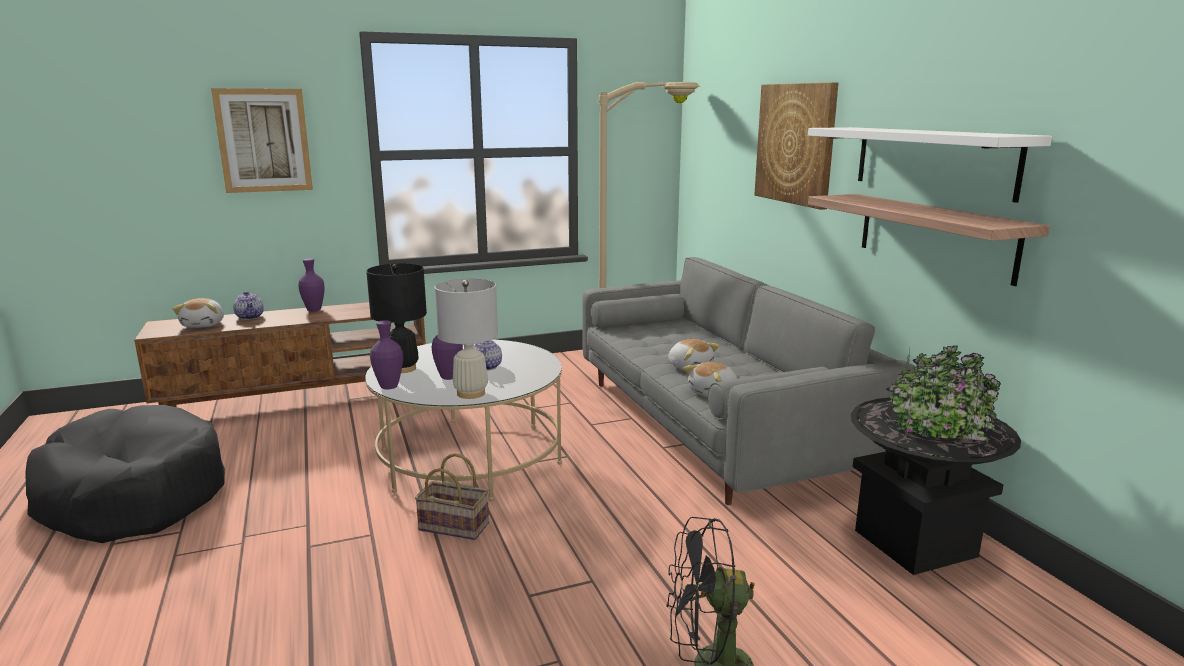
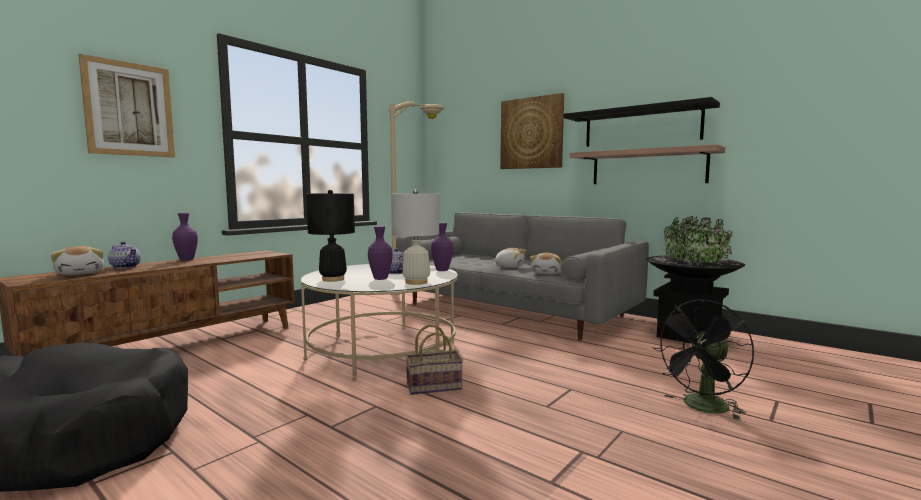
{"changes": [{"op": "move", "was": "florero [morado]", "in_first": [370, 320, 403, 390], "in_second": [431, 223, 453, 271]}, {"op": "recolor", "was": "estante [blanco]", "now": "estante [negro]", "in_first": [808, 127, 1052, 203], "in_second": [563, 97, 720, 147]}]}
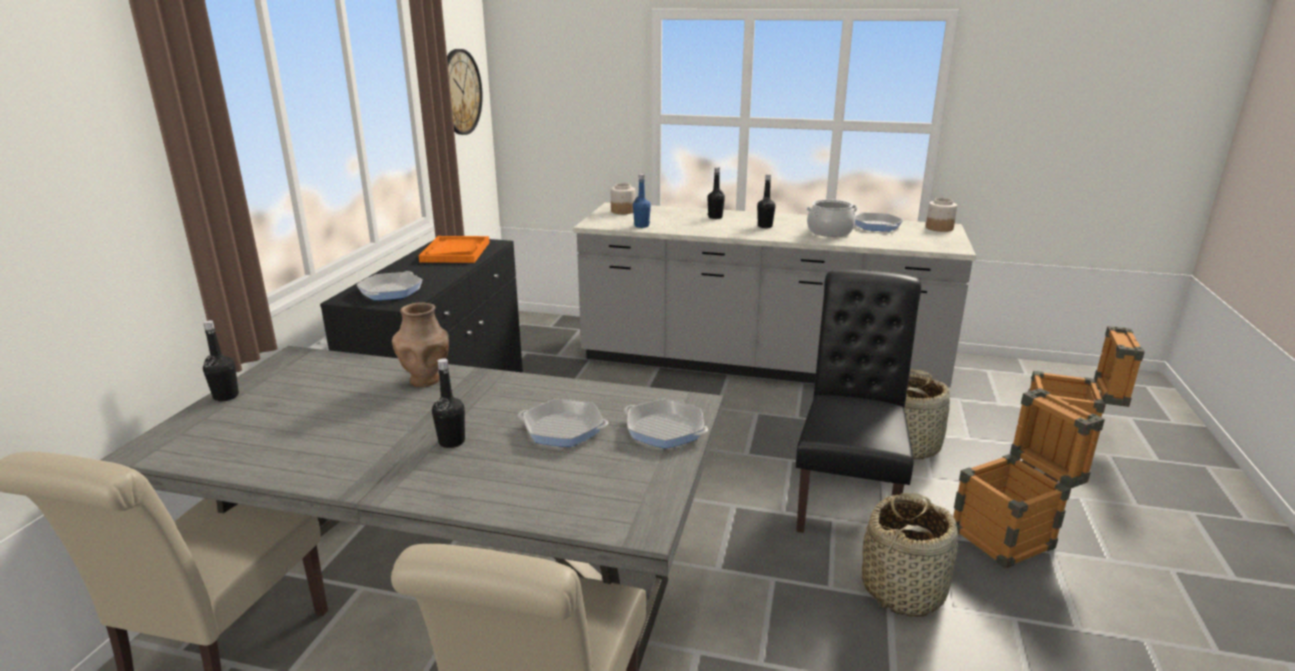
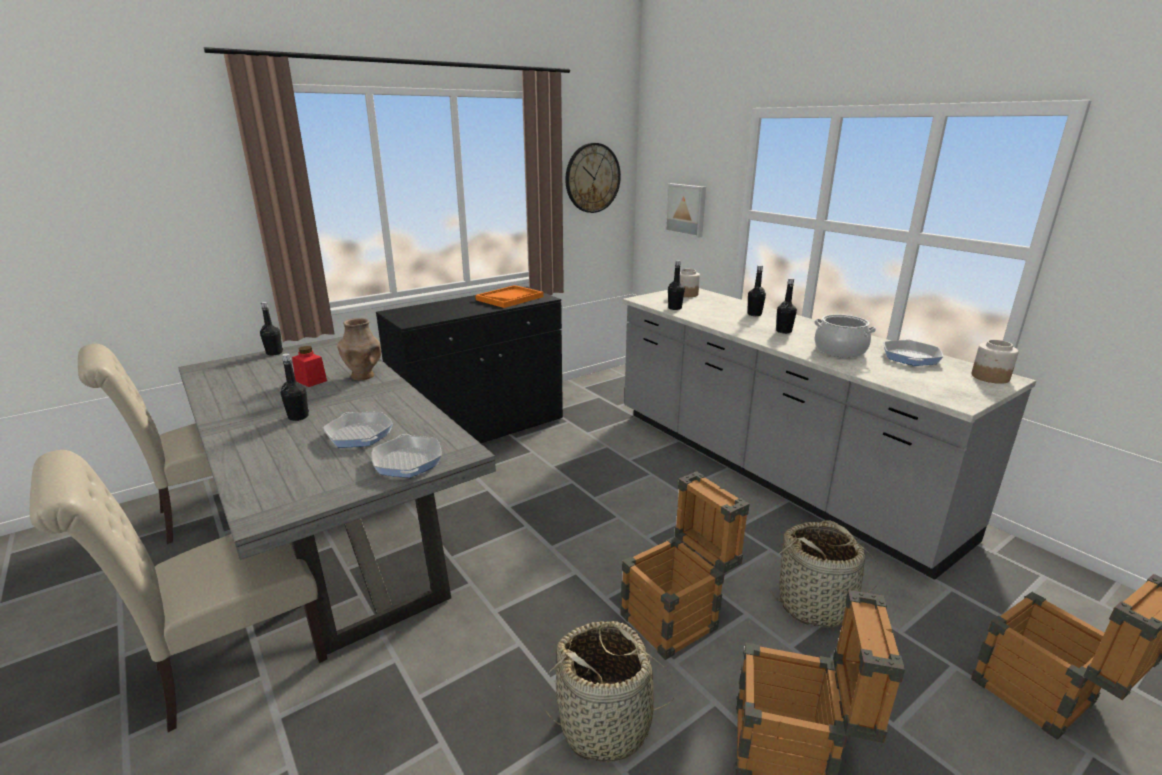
{"changes": [{"op": "insert", "now": "tarro [rojo]", "in_second": [292, 346, 327, 387]}, {"op": "replace", "was": "silla [negro]", "now": "caja de embalaje", "in_first": [796, 270, 921, 533], "in_second": [621, 471, 749, 660]}, {"op": "insert", "now": "cuadro", "in_second": [665, 183, 706, 238]}, {"op": "recolor", "was": "botella [azul]", "now": "botella [negro]", "in_first": [633, 174, 651, 228], "in_second": [668, 260, 685, 310]}, {"op": "delete", "was": "sartén", "in_first": [356, 271, 423, 300]}]}
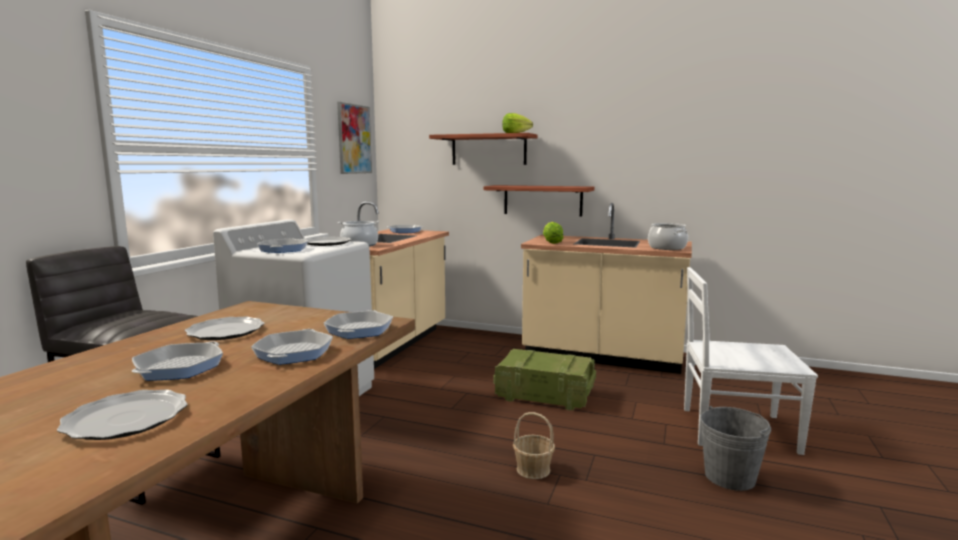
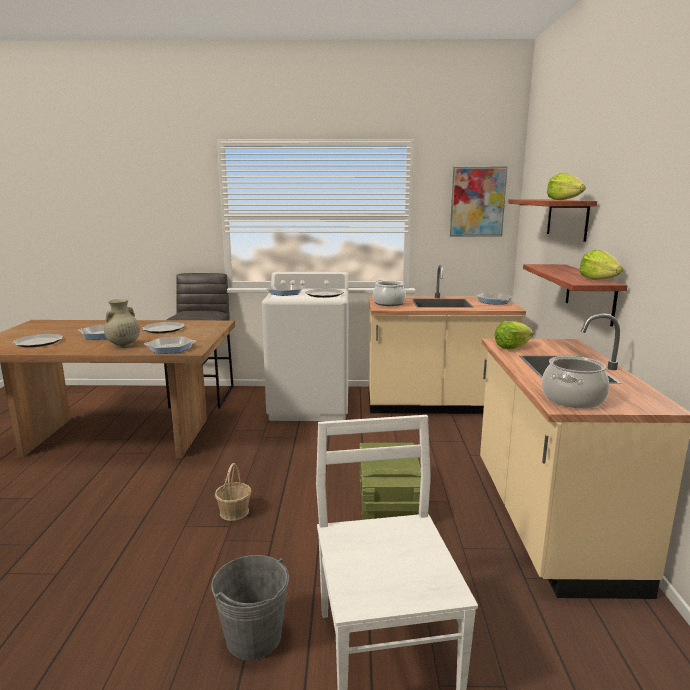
{"changes": [{"op": "replace", "was": "sartén", "now": "florero [beis]", "in_first": [251, 329, 333, 365], "in_second": [104, 299, 140, 348]}, {"op": "insert", "now": "lechuga", "in_second": [579, 250, 623, 280]}]}
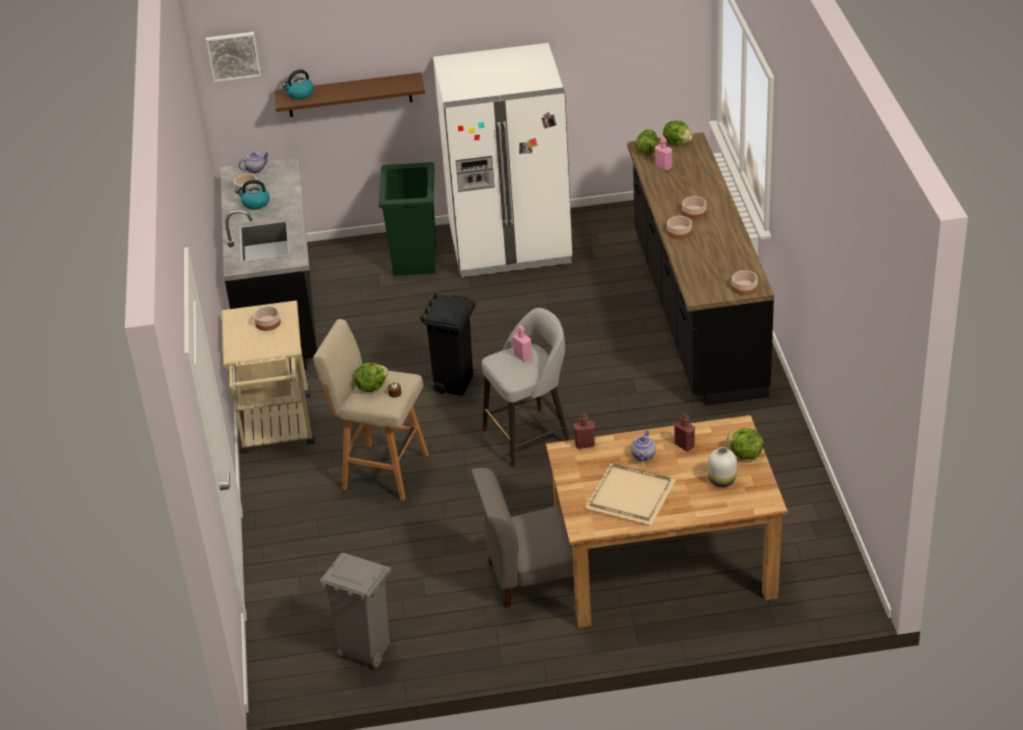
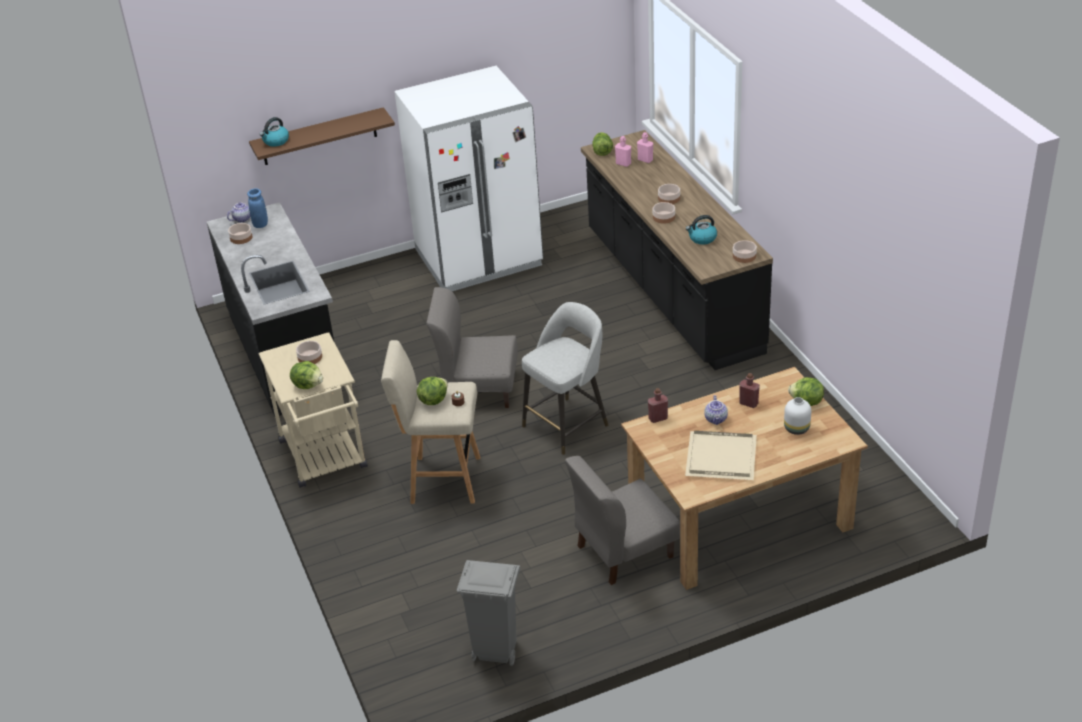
{"changes": [{"op": "insert", "now": "florero [azul]", "in_second": [247, 188, 268, 228]}, {"op": "move", "was": "lechuga", "in_first": [663, 121, 693, 146], "in_second": [290, 361, 323, 389]}, {"op": "replace", "was": "papelera [negro]", "now": "silla [gris]", "in_first": [420, 293, 476, 396], "in_second": [426, 287, 518, 408]}, {"op": "move", "was": "botella [rosa]", "in_first": [512, 325, 532, 361], "in_second": [637, 132, 653, 163]}, {"op": "move", "was": "hervidor", "in_first": [235, 180, 270, 210], "in_second": [686, 215, 717, 245]}, {"op": "delete", "was": "cuadro", "in_first": [206, 32, 261, 82]}, {"op": "delete", "was": "papelera [verde]", "in_first": [379, 162, 436, 276]}]}
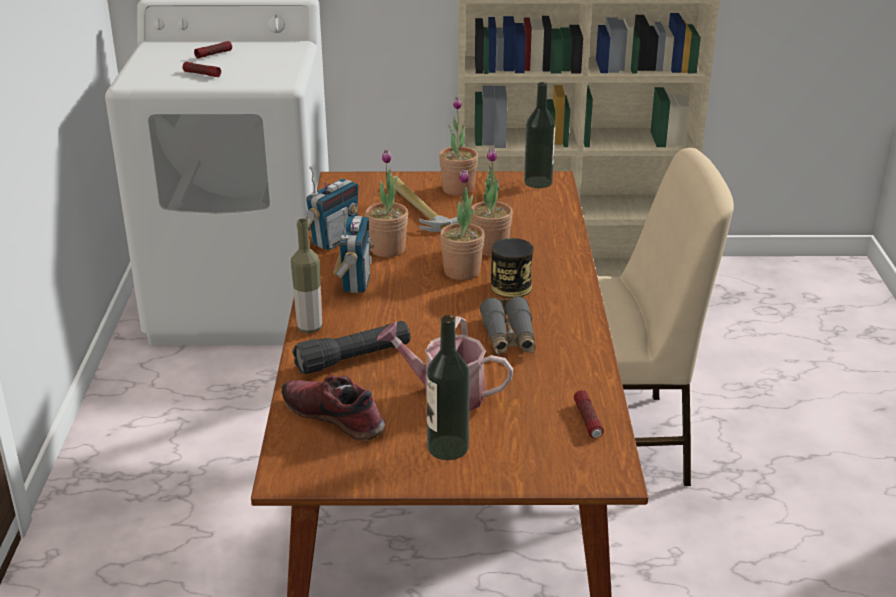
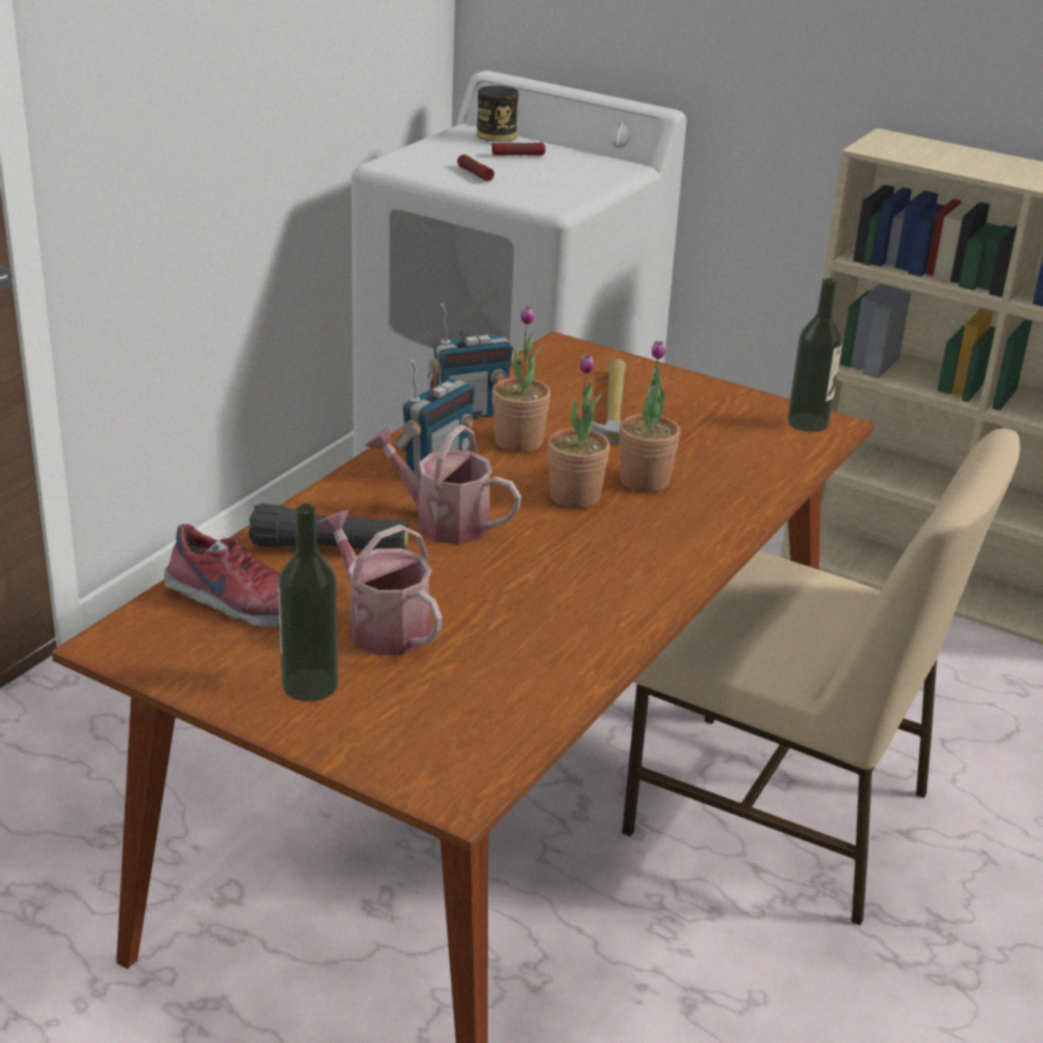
{"changes": [{"op": "rotate", "was": "zapato", "in_first": [282, 375, 385, 441], "in_second": [164, 524, 280, 627], "clockwise": 135}, {"op": "insert", "now": "regadera", "in_second": [365, 424, 521, 544]}, {"op": "move", "was": "lata", "in_first": [491, 238, 534, 298], "in_second": [477, 86, 519, 142]}, {"op": "delete", "was": "botella", "in_first": [291, 219, 322, 333]}, {"op": "delete", "was": "planta en maceta", "in_first": [439, 97, 478, 196]}, {"op": "delete", "was": "prismáticos [gris]", "in_first": [480, 296, 536, 355]}, {"op": "delete", "was": "linterna", "in_first": [574, 390, 604, 438]}]}
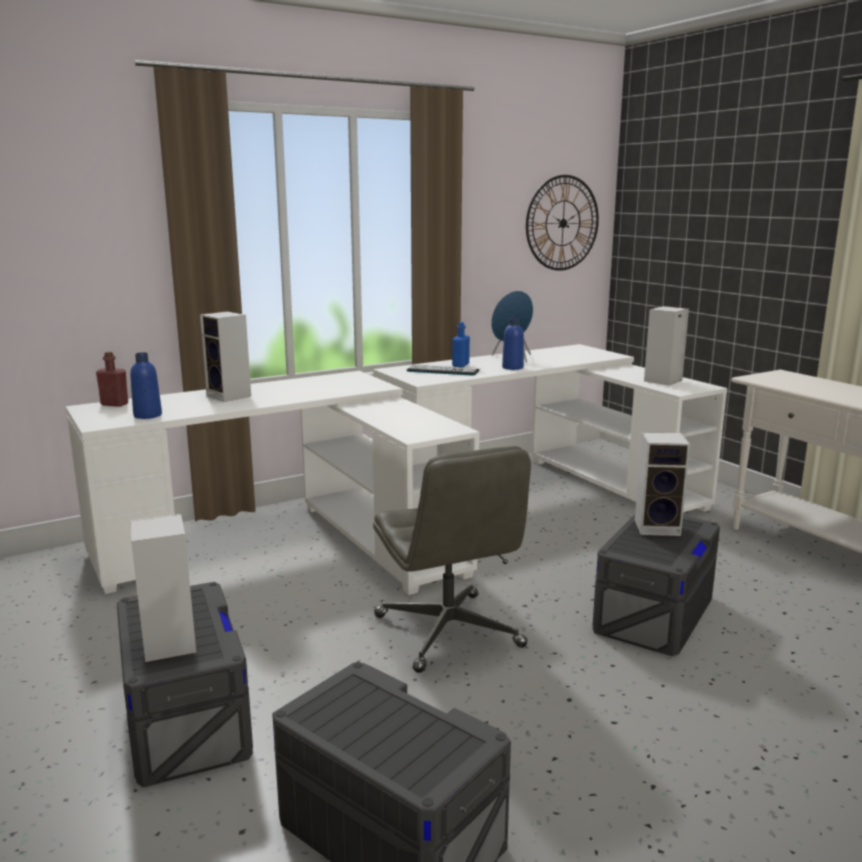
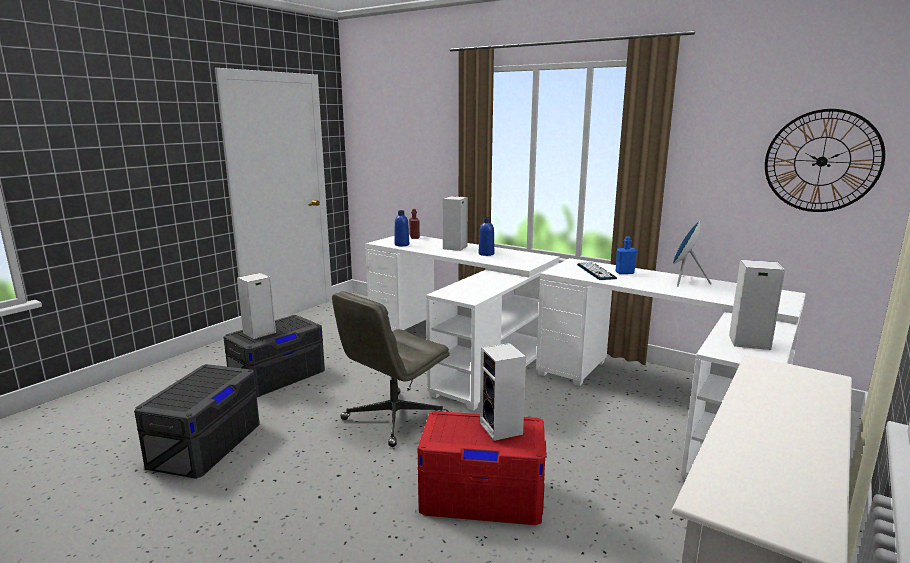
{"changes": [{"op": "recolor", "was": "caja de almacenaje [gris]", "now": "caja de almacenaje [rojo]", "in_first": [593, 515, 720, 656], "in_second": [418, 411, 547, 525]}, {"op": "move", "was": "botella [azul]", "in_first": [502, 318, 524, 370], "in_second": [479, 217, 494, 256]}]}
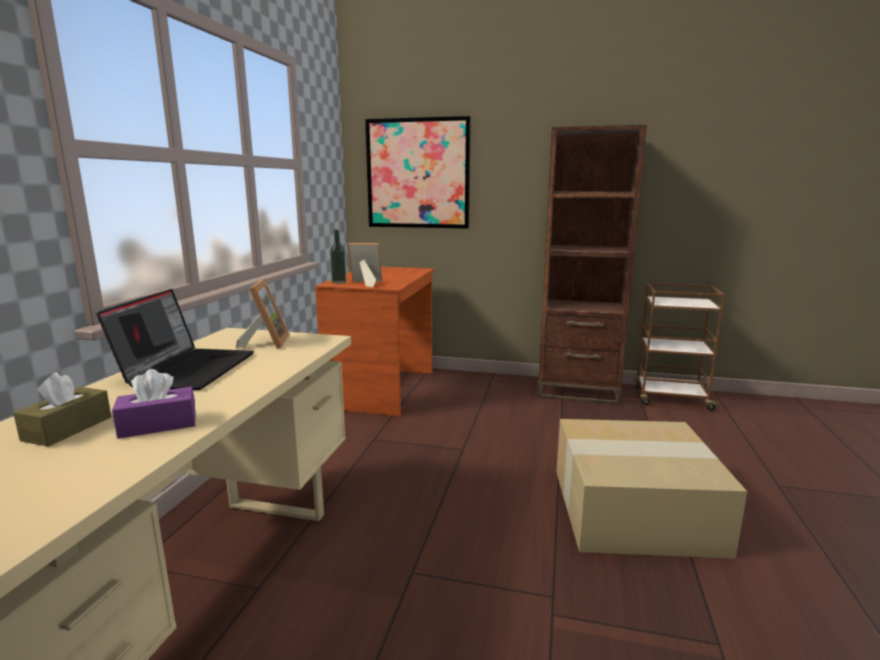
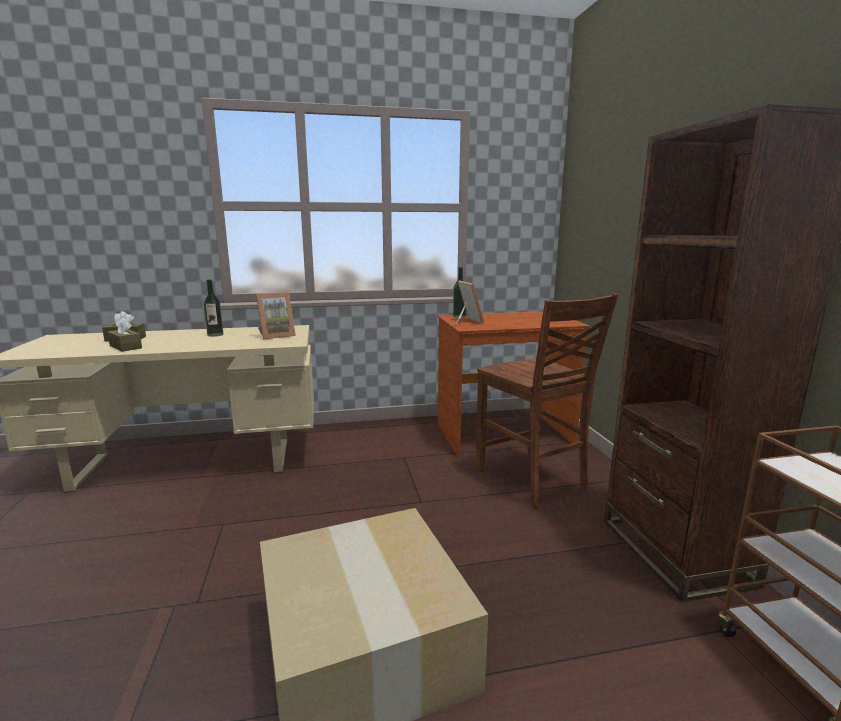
{"changes": [{"op": "recolor", "was": "caja de pañuelos [morado]", "now": "caja de pañuelos [marrón]", "in_first": [112, 369, 196, 439], "in_second": [107, 318, 142, 352]}, {"op": "replace", "was": "portátil", "now": "botella", "in_first": [96, 289, 254, 390], "in_second": [204, 279, 224, 337]}, {"op": "insert", "now": "silla [marrón]", "in_second": [476, 293, 618, 510]}, {"op": "delete", "was": "cuadro", "in_first": [365, 116, 471, 229]}]}
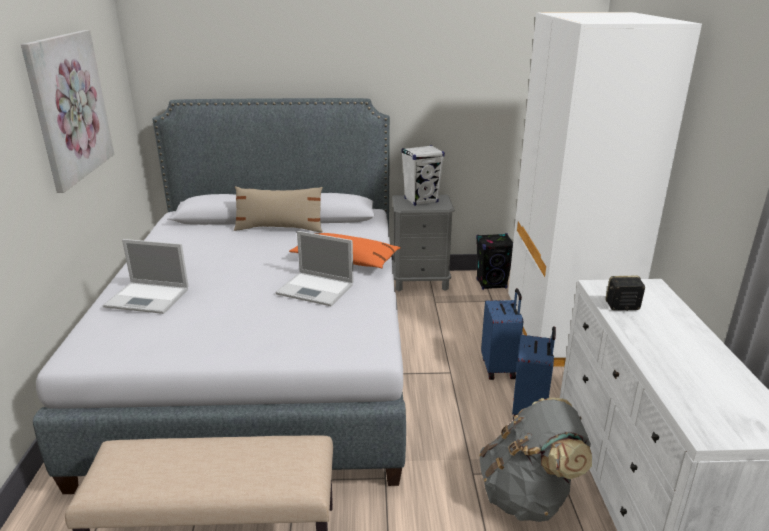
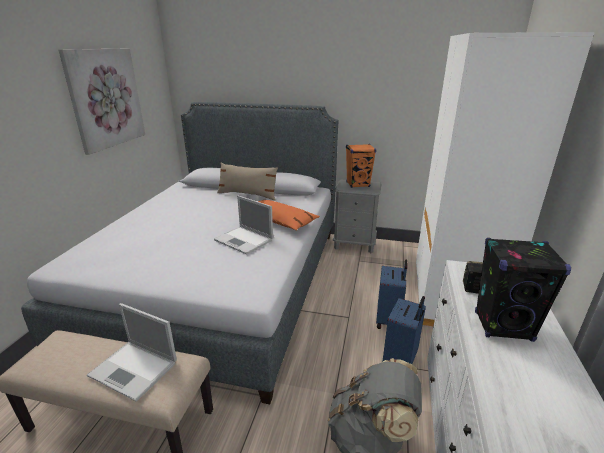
{"changes": [{"op": "move", "was": "portátil", "in_first": [103, 239, 189, 314], "in_second": [87, 303, 177, 402]}, {"op": "recolor", "was": "altavoz [blanco]", "now": "altavoz [naranja]", "in_first": [401, 145, 445, 206], "in_second": [346, 144, 376, 188]}, {"op": "move", "was": "altavoz [negro]", "in_first": [476, 233, 513, 290], "in_second": [475, 238, 571, 342]}]}
